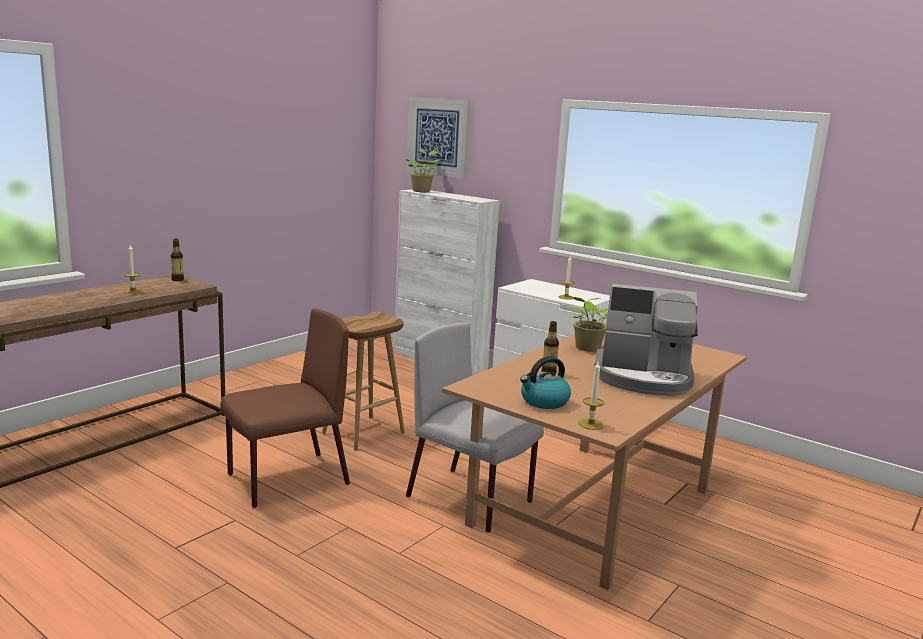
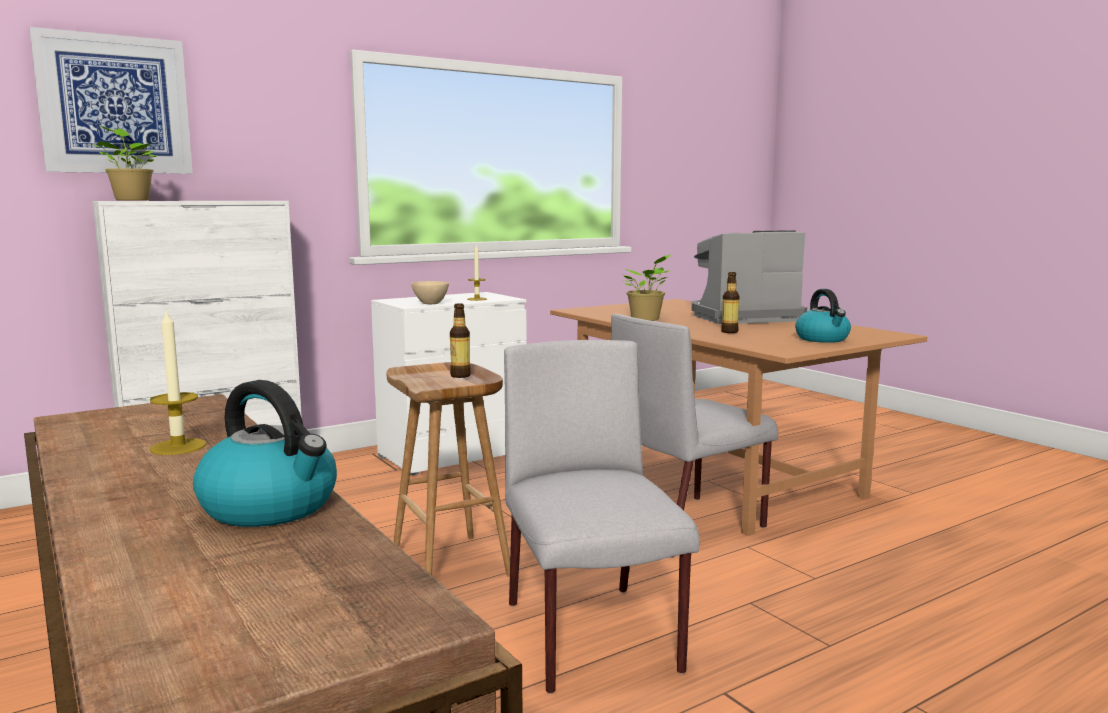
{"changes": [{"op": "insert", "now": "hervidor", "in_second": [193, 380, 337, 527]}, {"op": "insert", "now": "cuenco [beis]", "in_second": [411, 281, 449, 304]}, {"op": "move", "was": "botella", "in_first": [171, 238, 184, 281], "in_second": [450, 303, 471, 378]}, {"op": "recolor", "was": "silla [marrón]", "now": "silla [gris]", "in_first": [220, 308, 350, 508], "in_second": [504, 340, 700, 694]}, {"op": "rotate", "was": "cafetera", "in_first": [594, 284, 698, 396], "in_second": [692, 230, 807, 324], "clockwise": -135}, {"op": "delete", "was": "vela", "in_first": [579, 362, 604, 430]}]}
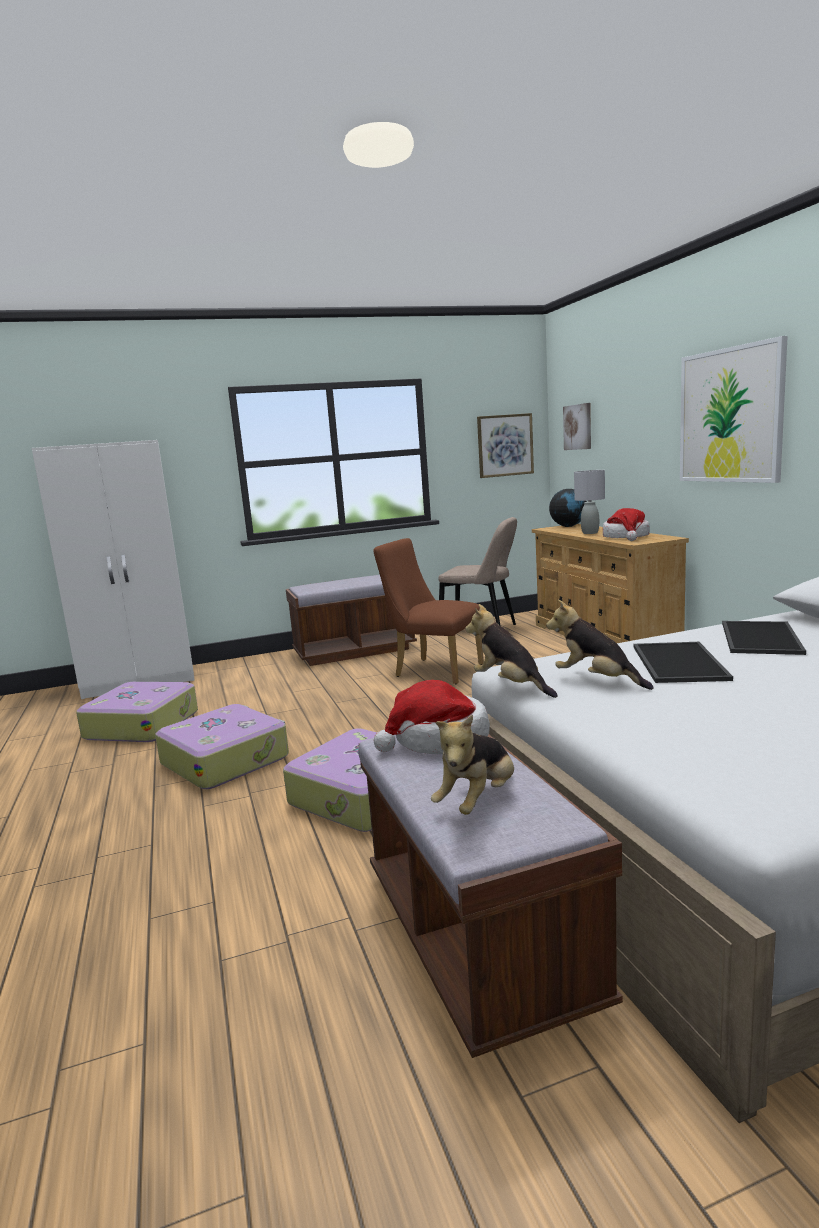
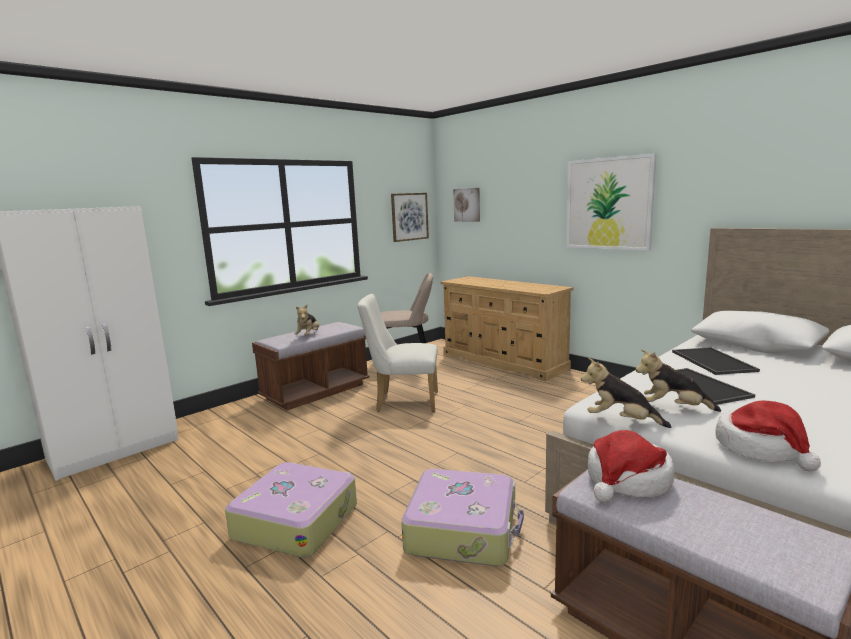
{"changes": [{"op": "move", "was": "peluche", "in_first": [431, 715, 514, 815], "in_second": [295, 305, 319, 336]}, {"op": "recolor", "was": "silla [marrón]", "now": "silla [blanco]", "in_first": [373, 538, 484, 684], "in_second": [358, 294, 438, 412]}, {"op": "move", "was": "sombrero", "in_first": [603, 508, 650, 541], "in_second": [715, 401, 821, 472]}, {"op": "delete", "was": "maleta", "in_first": [76, 682, 198, 742]}, {"op": "delete", "was": "globo terráqueo", "in_first": [549, 489, 587, 527]}, {"op": "delete", "was": "lámpara de mesa [gris]", "in_first": [574, 470, 605, 534]}]}
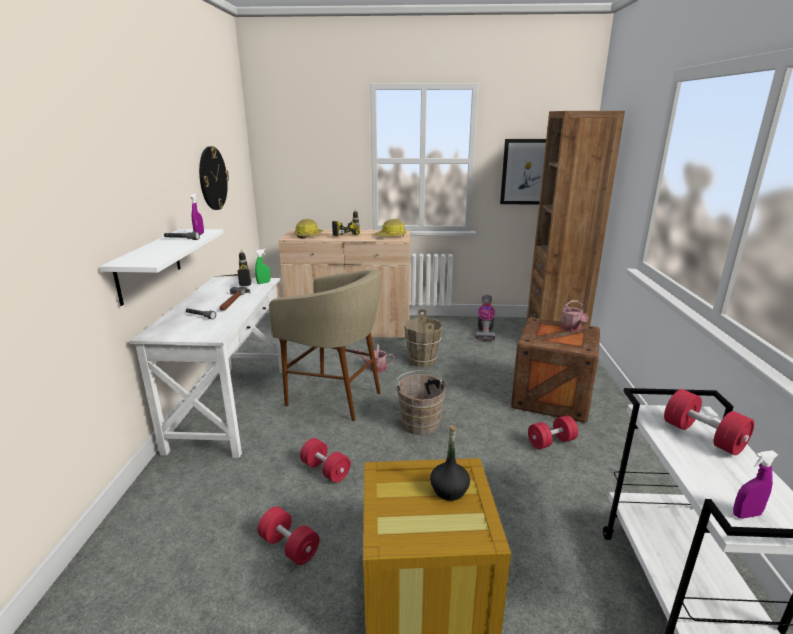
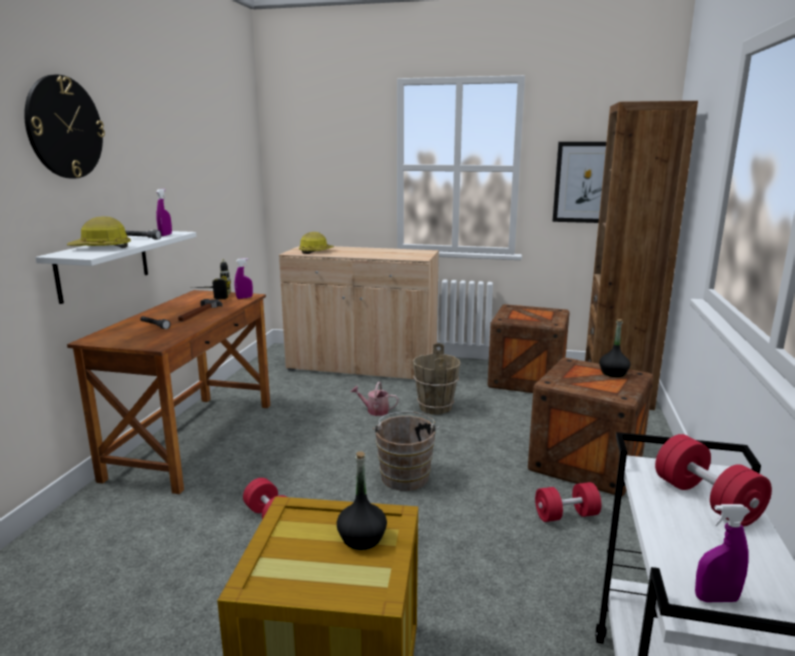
{"changes": [{"op": "move", "was": "reloj de pared", "in_first": [199, 146, 229, 210], "in_second": [24, 75, 105, 179]}, {"op": "move", "was": "casco", "in_first": [375, 219, 406, 236], "in_second": [67, 216, 131, 248]}, {"op": "recolor", "was": "escritorio [blanco]", "now": "escritorio [marrón]", "in_first": [130, 277, 282, 458], "in_second": [67, 290, 270, 494]}, {"op": "recolor", "was": "pulverizador [verde]", "now": "pulverizador [morado]", "in_first": [255, 249, 270, 284], "in_second": [235, 258, 253, 299]}, {"op": "replace", "was": "aspiradora", "now": "caja de embalaje", "in_first": [476, 295, 495, 341], "in_second": [488, 304, 570, 393]}, {"op": "replace", "was": "regadera", "now": "botella [negro]", "in_first": [560, 300, 588, 332], "in_second": [599, 319, 631, 377]}, {"op": "delete", "was": "mancuerna [rojo]", "in_first": [257, 506, 320, 565]}, {"op": "delete", "was": "taburete [beis]", "in_first": [269, 270, 381, 421]}, {"op": "delete", "was": "taladro", "in_first": [332, 209, 360, 236]}]}
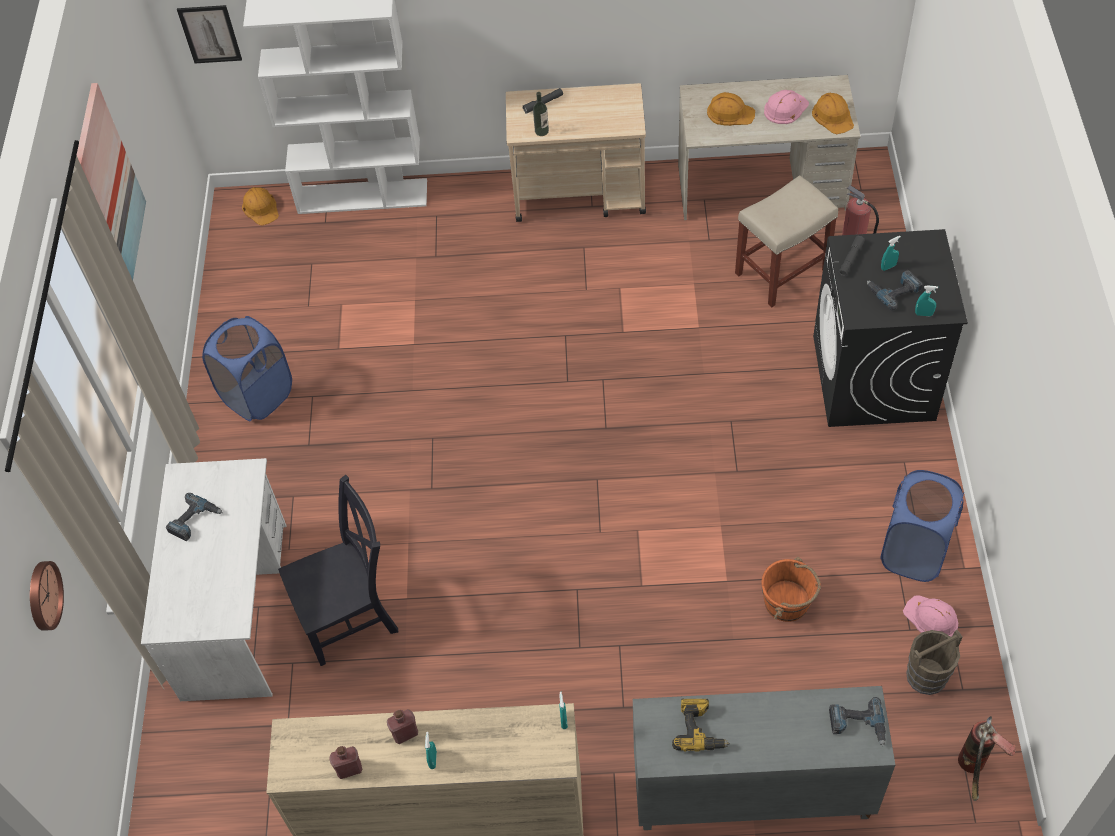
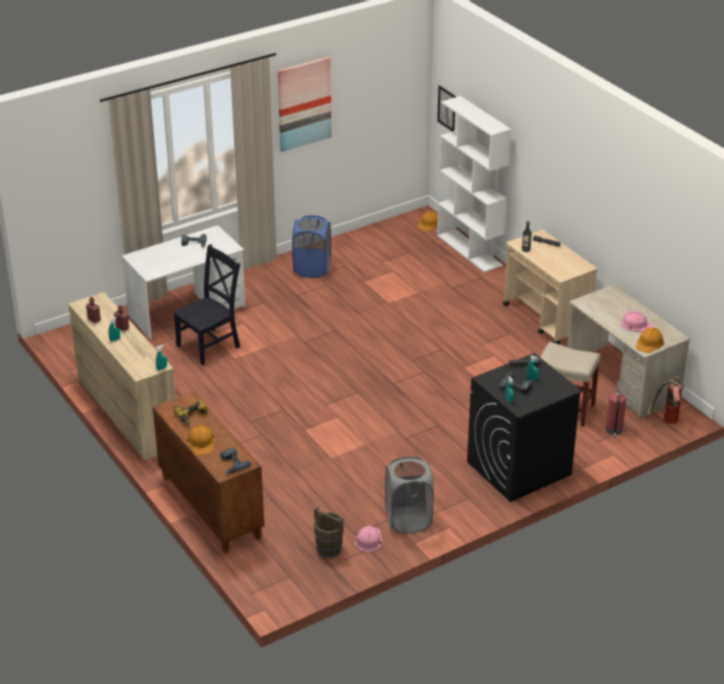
{"changes": [{"op": "recolor", "was": "armario [gris]", "now": "armario [marrón]", "in_first": [633, 686, 895, 830], "in_second": [153, 392, 264, 553]}, {"op": "rotate", "was": "silla [negro]", "in_first": [278, 475, 399, 666], "in_second": [173, 244, 240, 365], "clockwise": -75}, {"op": "move", "was": "casco [naranja]", "in_first": [707, 92, 755, 126], "in_second": [187, 425, 215, 455]}, {"op": "recolor", "was": "cesto de la ropa [azul]", "now": "cesto de la ropa [gris]", "in_first": [880, 470, 964, 582], "in_second": [385, 456, 434, 534]}, {"op": "move", "was": "extintor", "in_first": [958, 716, 1016, 801], "in_second": [647, 376, 684, 424]}, {"op": "delete", "was": "reloj de pared", "in_first": [30, 561, 64, 631]}, {"op": "delete", "was": "cubo [naranja]", "in_first": [762, 557, 821, 622]}]}
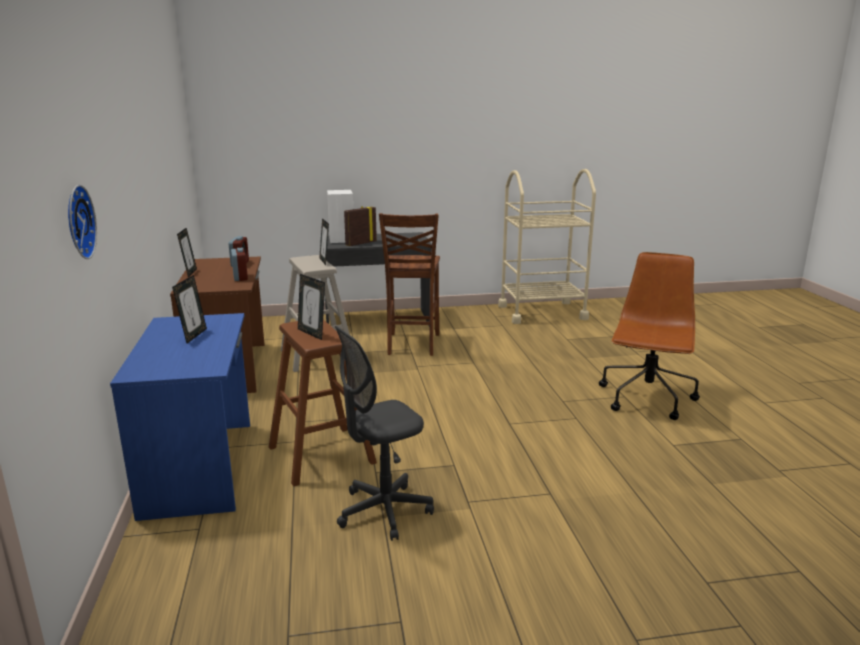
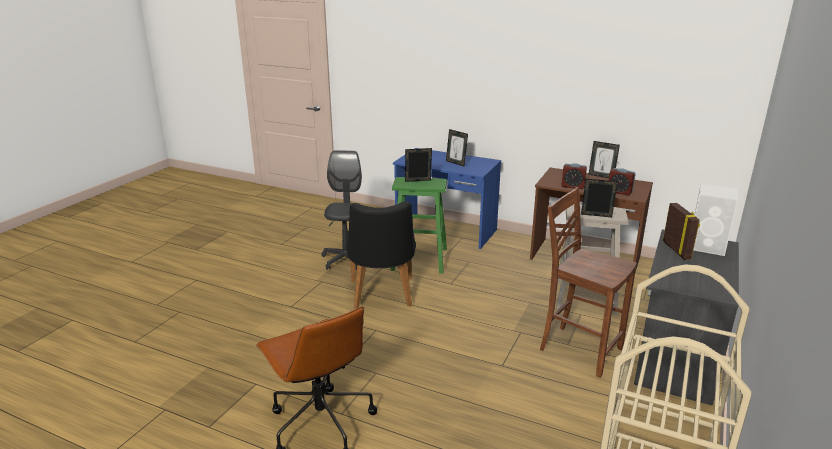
{"changes": [{"op": "insert", "now": "silla [negro]", "in_second": [346, 201, 416, 309]}, {"op": "recolor", "was": "taburete [marrón]", "now": "taburete [verde]", "in_first": [269, 319, 377, 487], "in_second": [391, 177, 447, 274]}, {"op": "delete", "was": "reloj de pared", "in_first": [68, 185, 97, 259]}]}
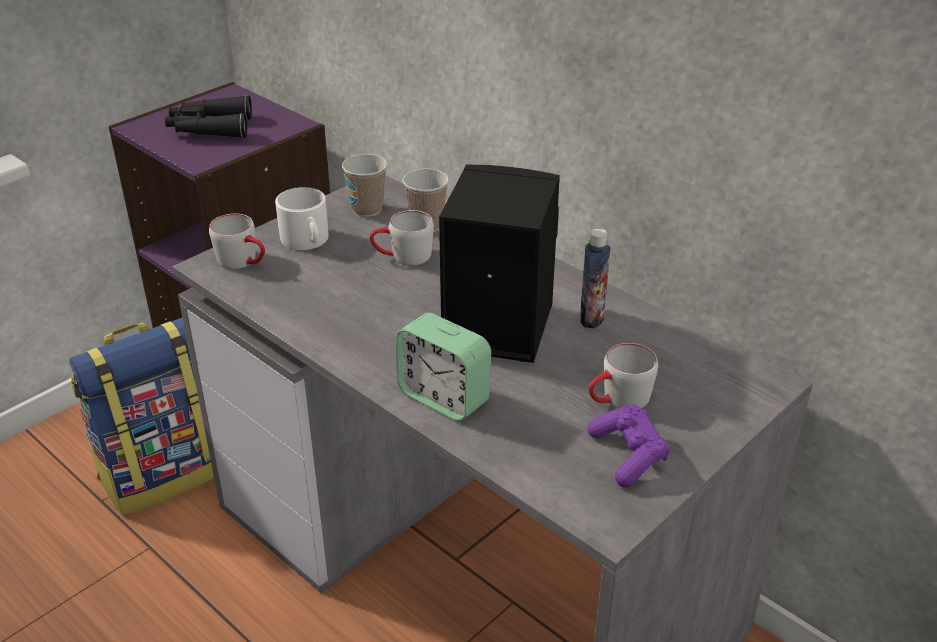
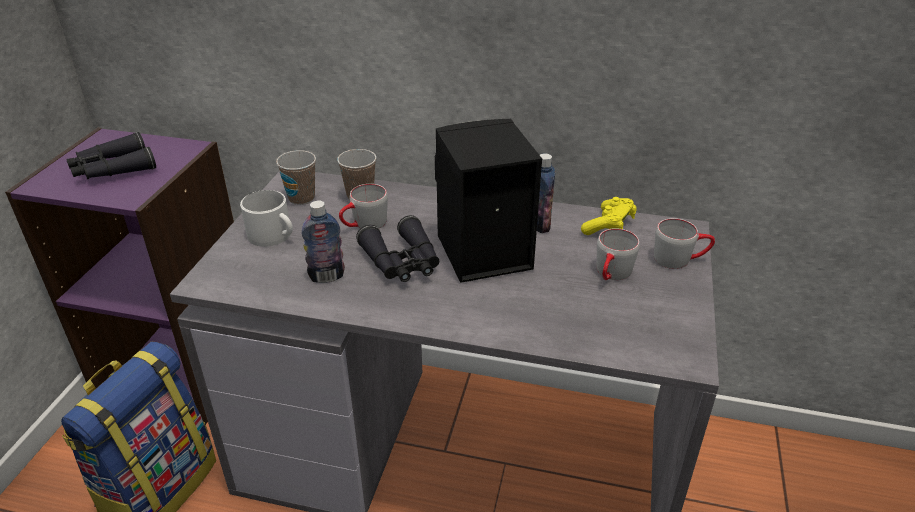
{"changes": [{"op": "insert", "now": "botella", "in_second": [302, 201, 345, 283]}, {"op": "insert", "now": "prismáticos [negro]", "in_second": [356, 215, 439, 282]}, {"op": "insert", "now": "mando de consola [amarillo]", "in_second": [581, 197, 636, 235]}, {"op": "move", "was": "taza grande [gris]", "in_first": [209, 214, 265, 269], "in_second": [654, 218, 715, 269]}, {"op": "delete", "was": "despertador", "in_first": [396, 313, 491, 421]}, {"op": "delete", "was": "mando de consola [morado]", "in_first": [587, 404, 669, 488]}]}
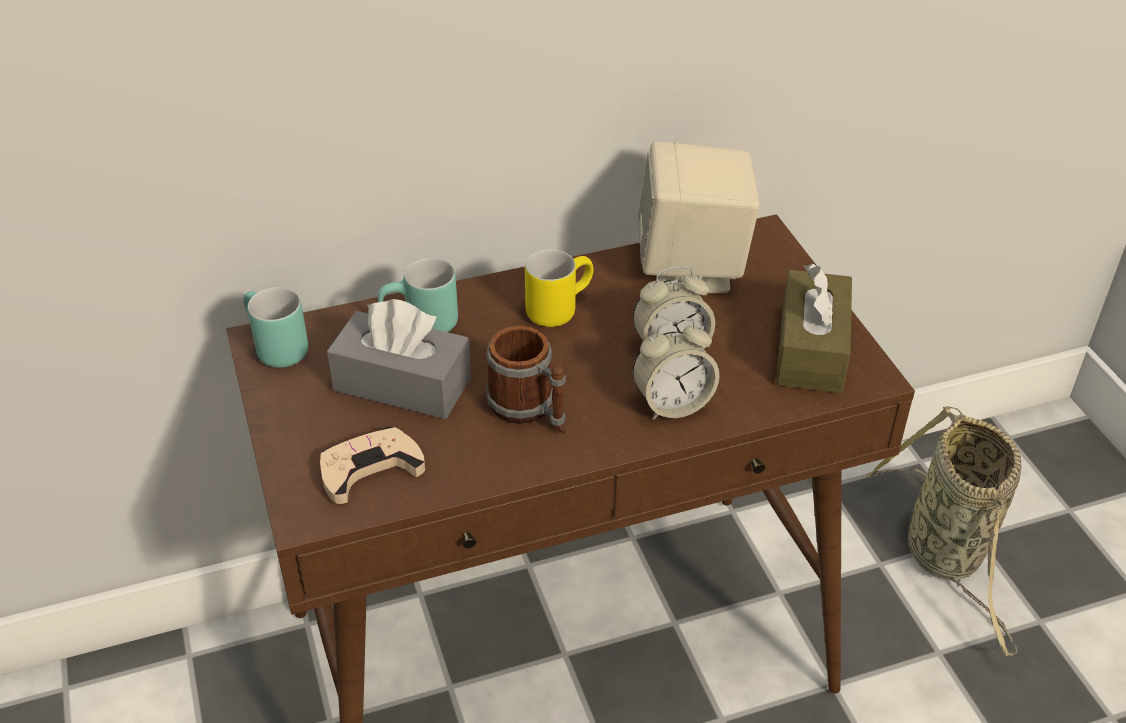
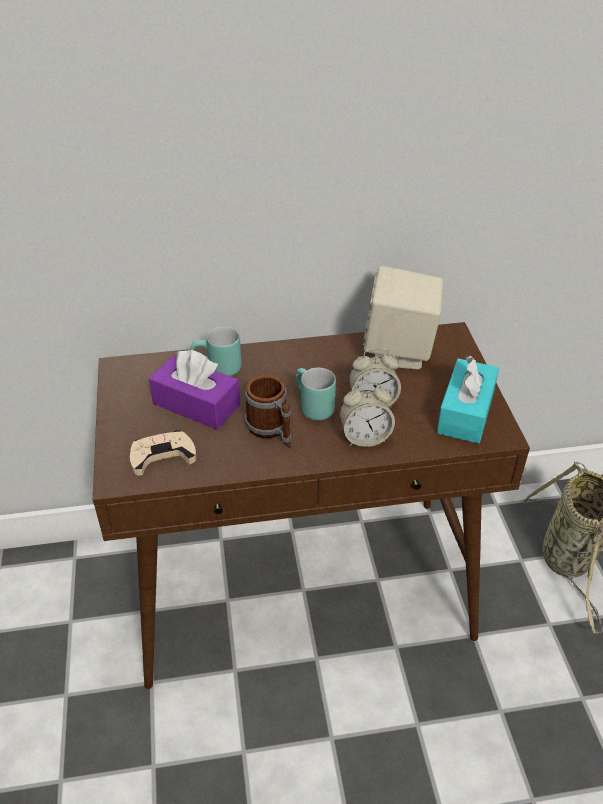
{"changes": [{"op": "recolor", "was": "caja de pañuelos [gris]", "now": "caja de pañuelos [morado]", "in_first": [327, 299, 471, 419], "in_second": [149, 350, 240, 430]}, {"op": "move", "was": "taza grande [turquesa]", "in_first": [243, 287, 308, 368], "in_second": [296, 368, 336, 420]}, {"op": "recolor", "was": "caja de pañuelos [marrón]", "now": "caja de pañuelos [turquesa]", "in_first": [776, 264, 852, 393], "in_second": [437, 356, 499, 444]}, {"op": "delete", "was": "taza grande [amarillo]", "in_first": [525, 249, 593, 327]}]}
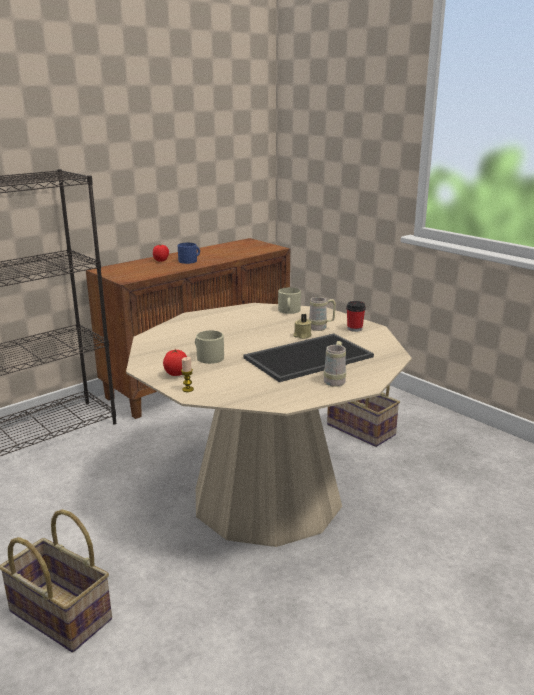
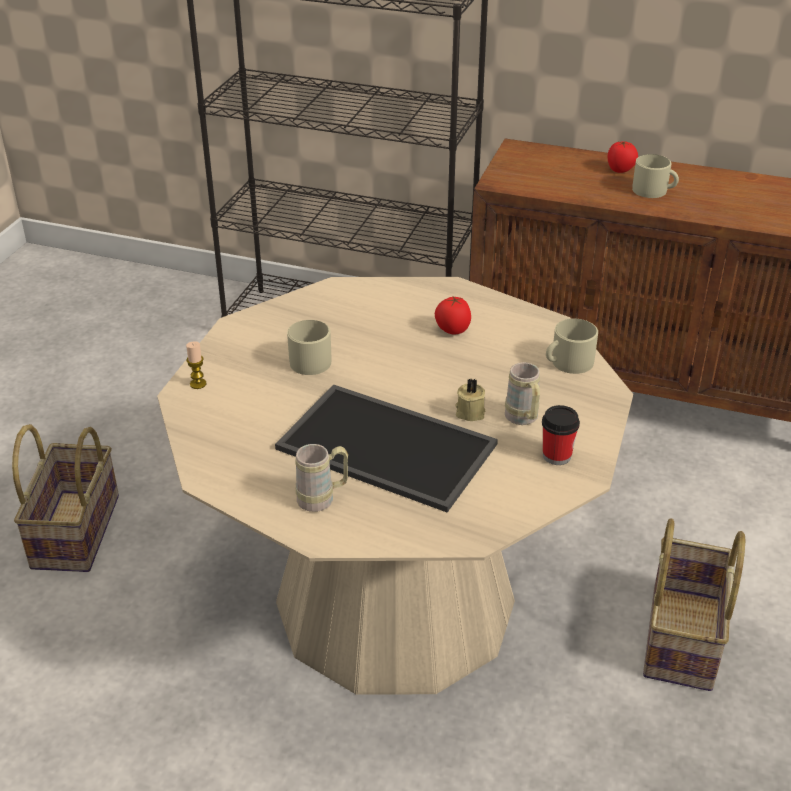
{"changes": [{"op": "move", "was": "tomate", "in_first": [163, 349, 187, 376], "in_second": [435, 296, 471, 335]}, {"op": "recolor", "was": "taza grande [azul]", "now": "taza grande [beis]", "in_first": [178, 243, 200, 264], "in_second": [632, 154, 679, 198]}]}
